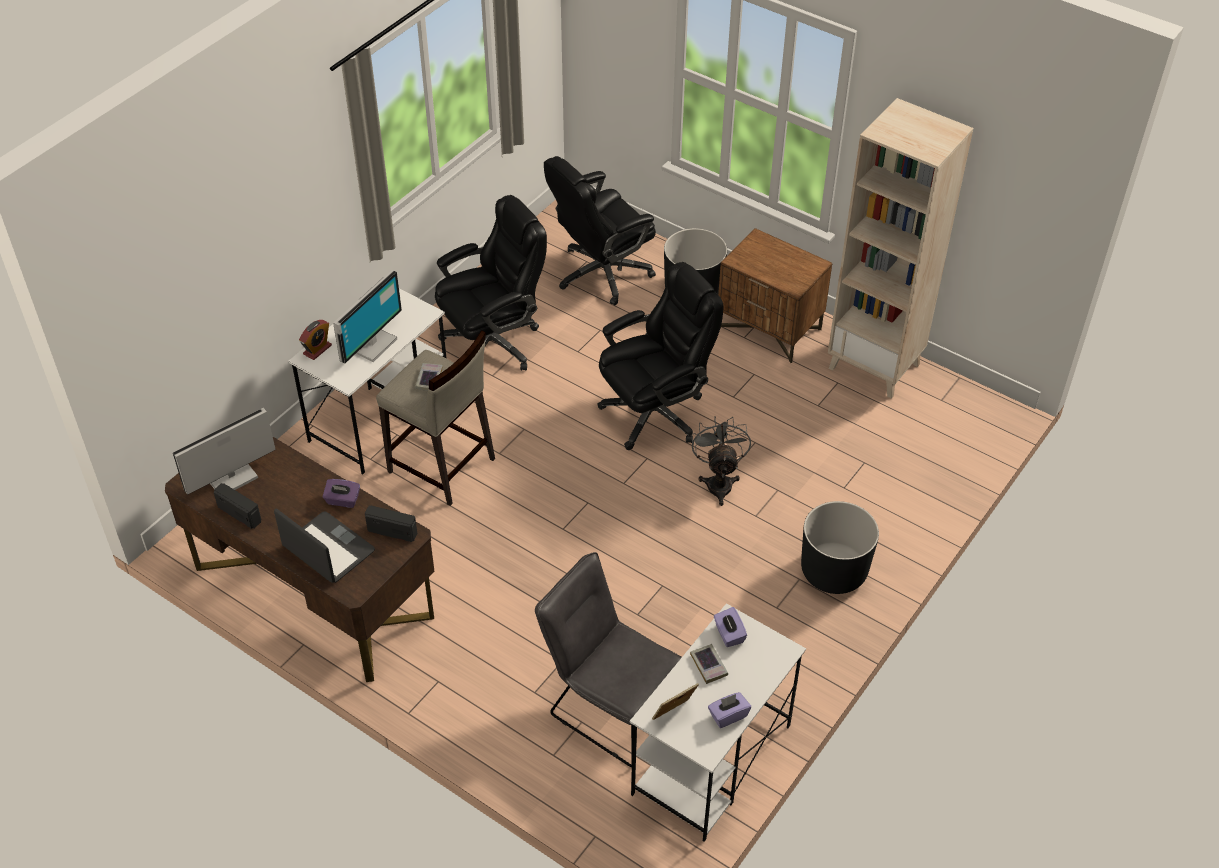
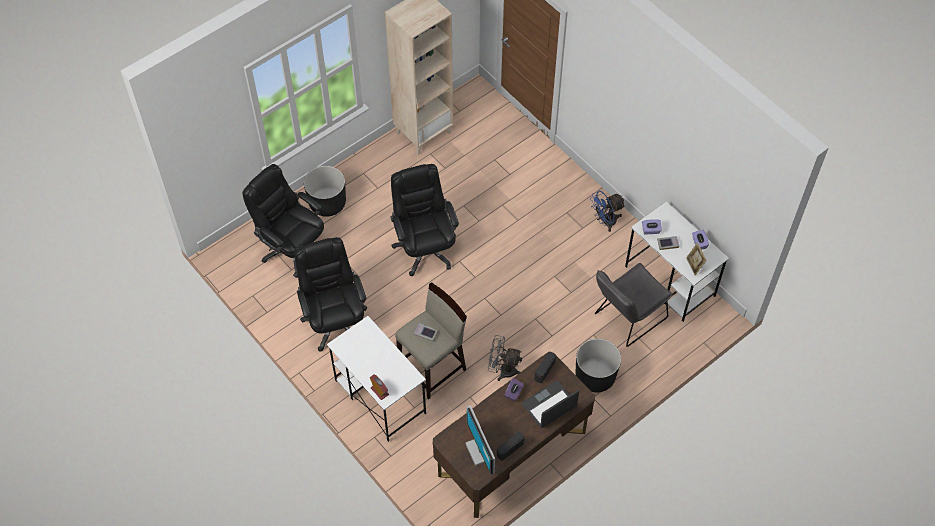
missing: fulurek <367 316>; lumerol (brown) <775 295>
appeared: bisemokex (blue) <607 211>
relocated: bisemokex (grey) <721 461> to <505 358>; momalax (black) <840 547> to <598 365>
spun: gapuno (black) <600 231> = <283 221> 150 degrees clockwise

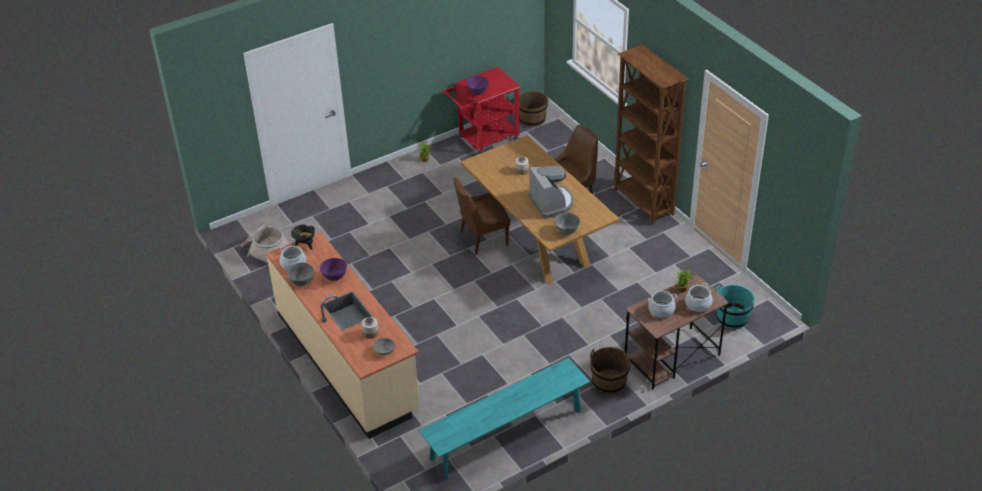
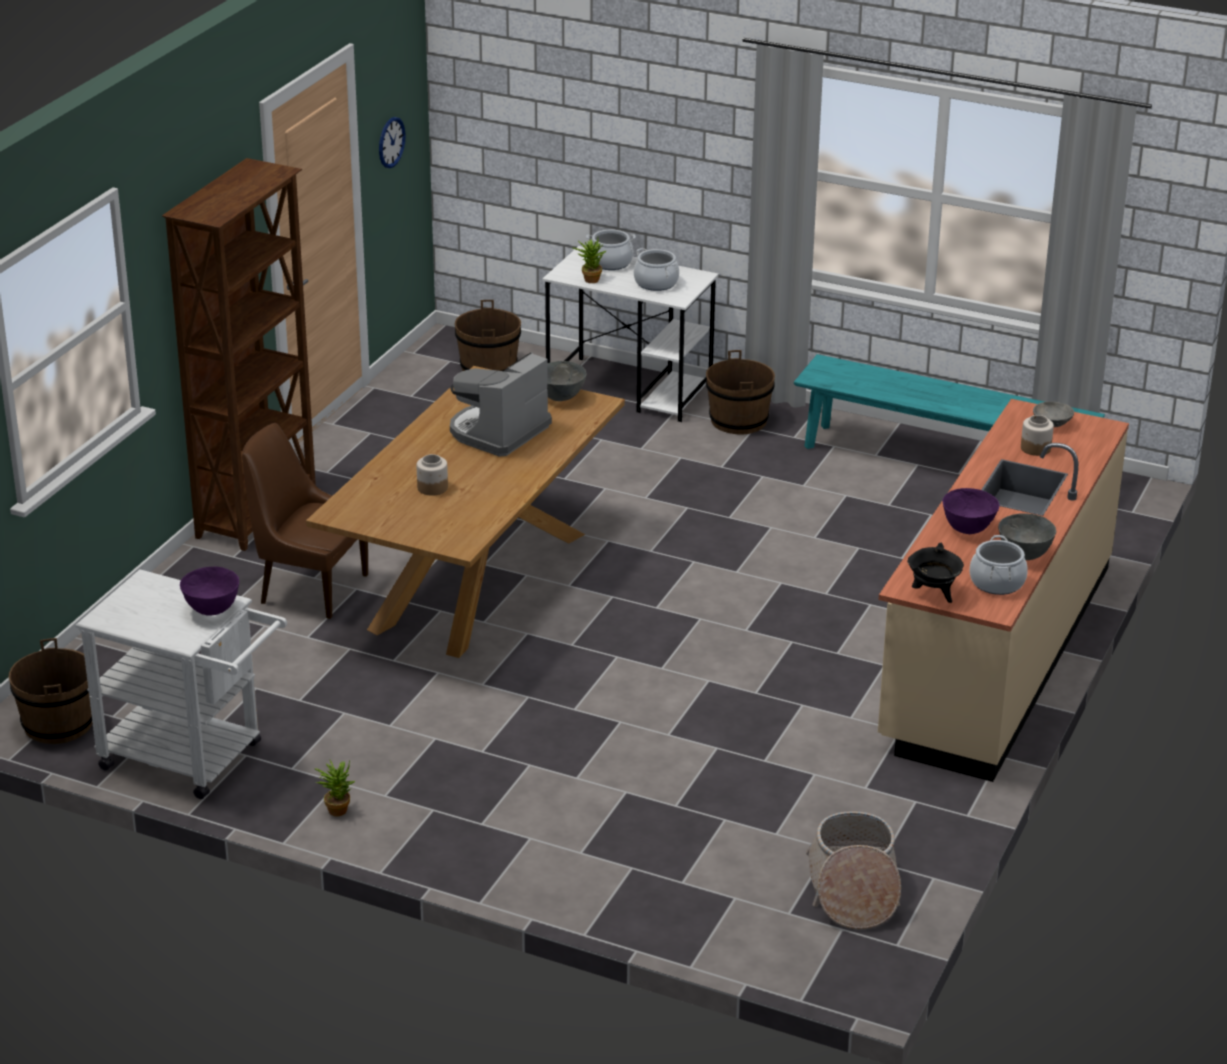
missing: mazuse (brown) <482 216>
appeared: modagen <392 142>
colour: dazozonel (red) <481 110> to dazozonel (white) <181 684>; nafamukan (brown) <677 332> to nafamukan (white) <630 334>; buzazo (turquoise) <735 307> to buzazo (brown) <488 335>

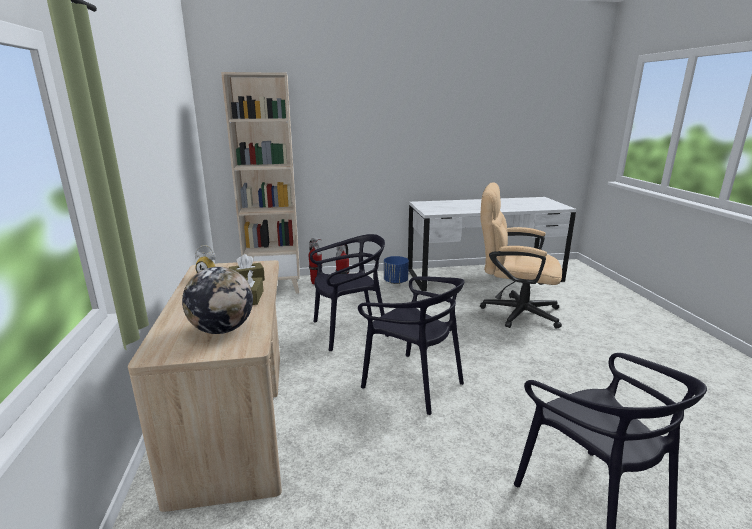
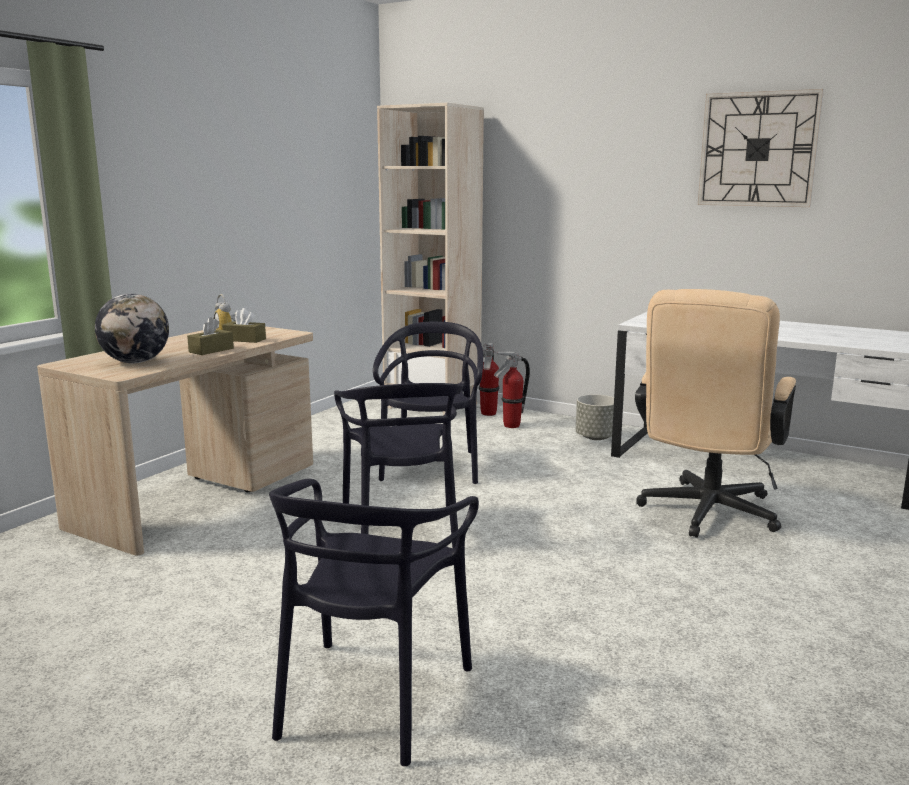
appeared: modagen <761 148>
colour: momalax (blue) <396 270> to momalax (grey) <595 417>
spun: mazuse (black) <349 292> = <428 403> 105 degrees counterclockwise; gapuno (beige) <521 255> = <715 413> 120 degrees counterclockwise

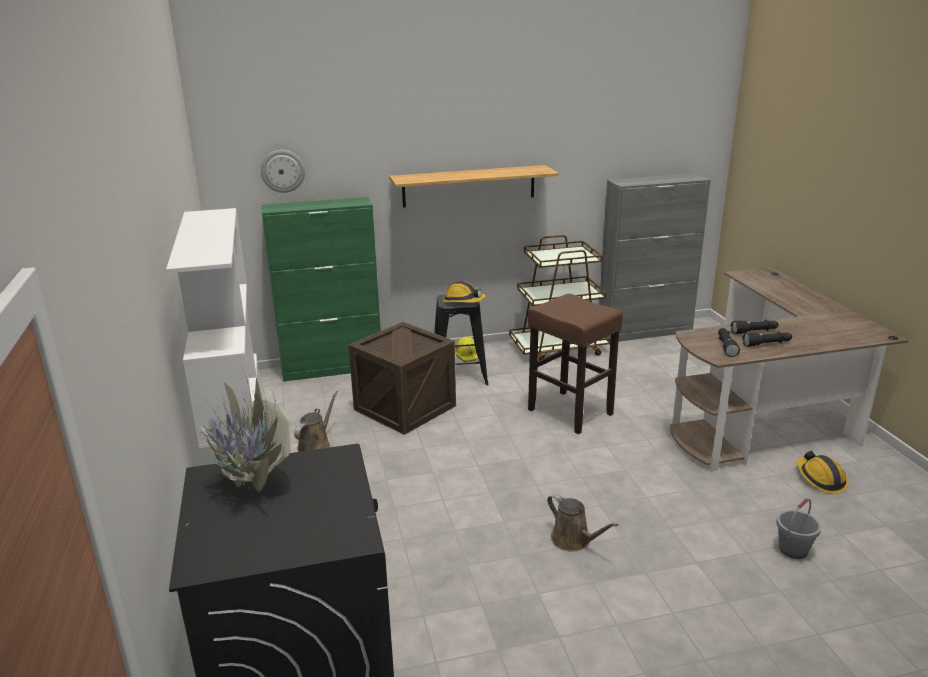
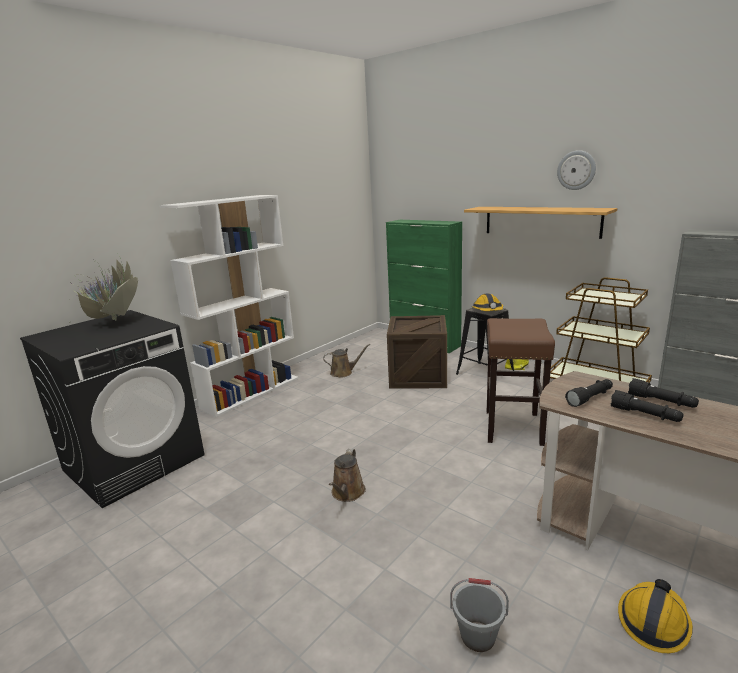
relocated: modagen <283 171> to <576 170>

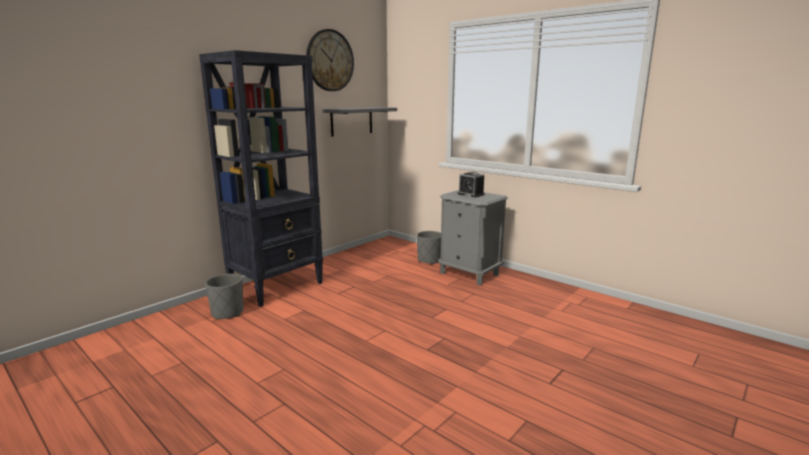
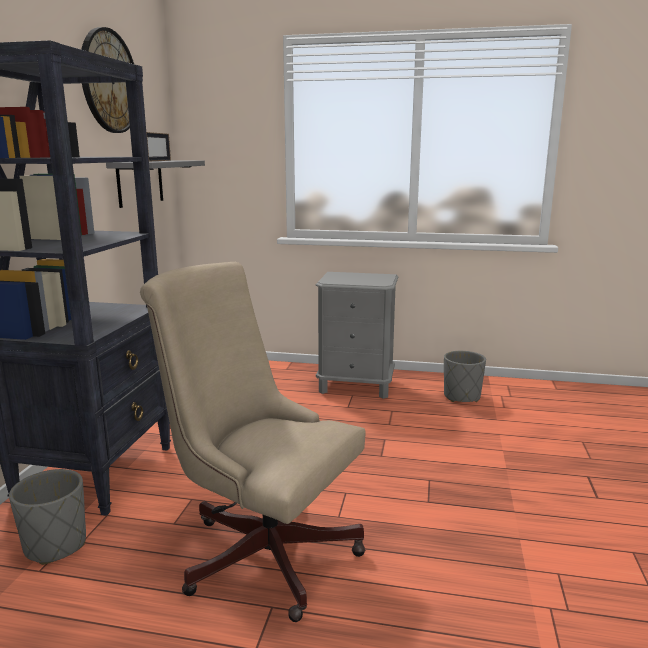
missing: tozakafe <471 185>
appeared: gapuno (beige) <253 442>; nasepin <158 147>
relocated: momalax (grey) <429 248> to <465 376>

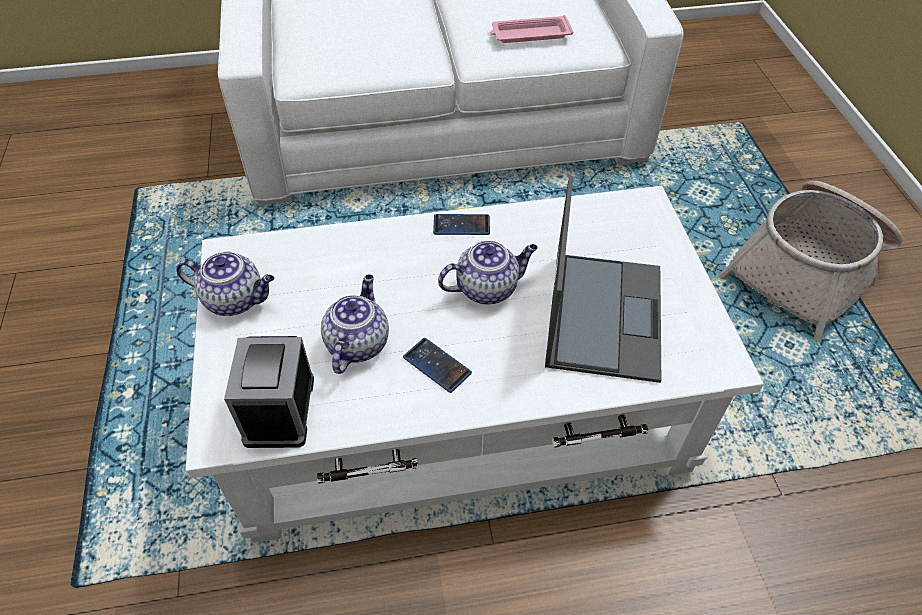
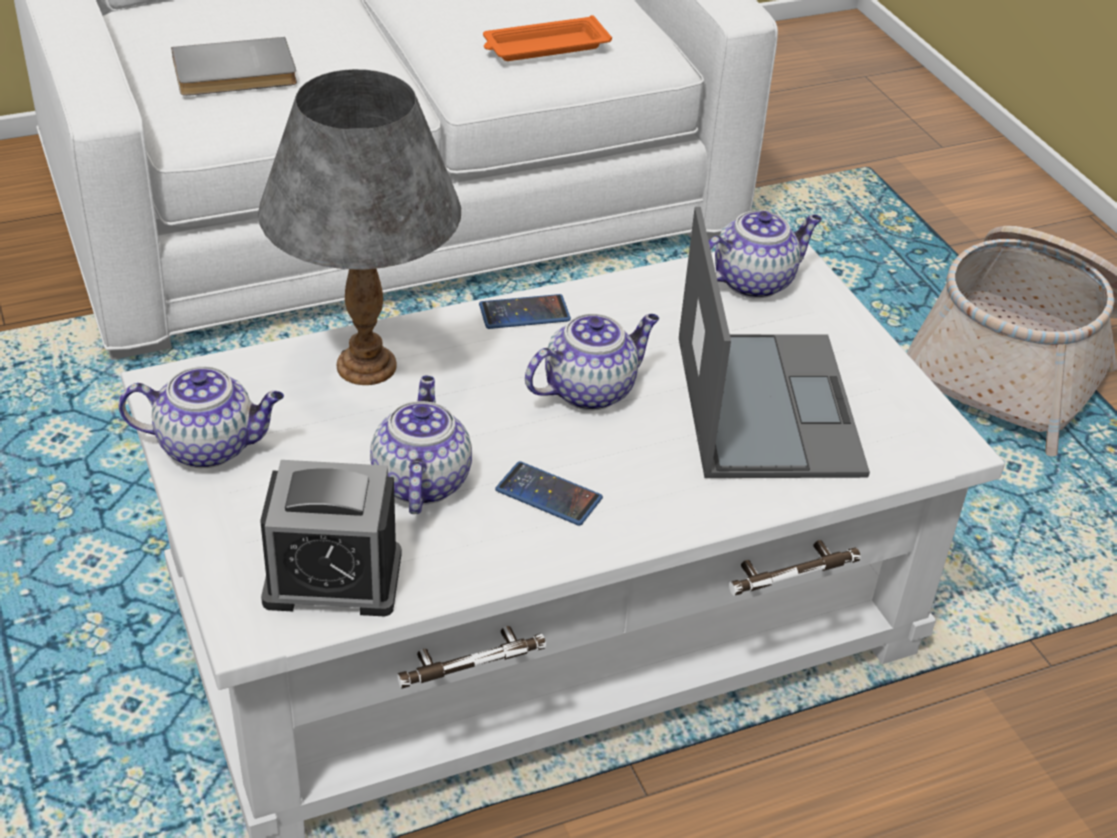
appeared: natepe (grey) <234 66>; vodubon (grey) <359 227>; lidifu <765 254>
colour: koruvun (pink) <531 29> to koruvun (orange) <547 38>
spun: tozakafe <269 392> = <331 538> 75 degrees counterclockwise

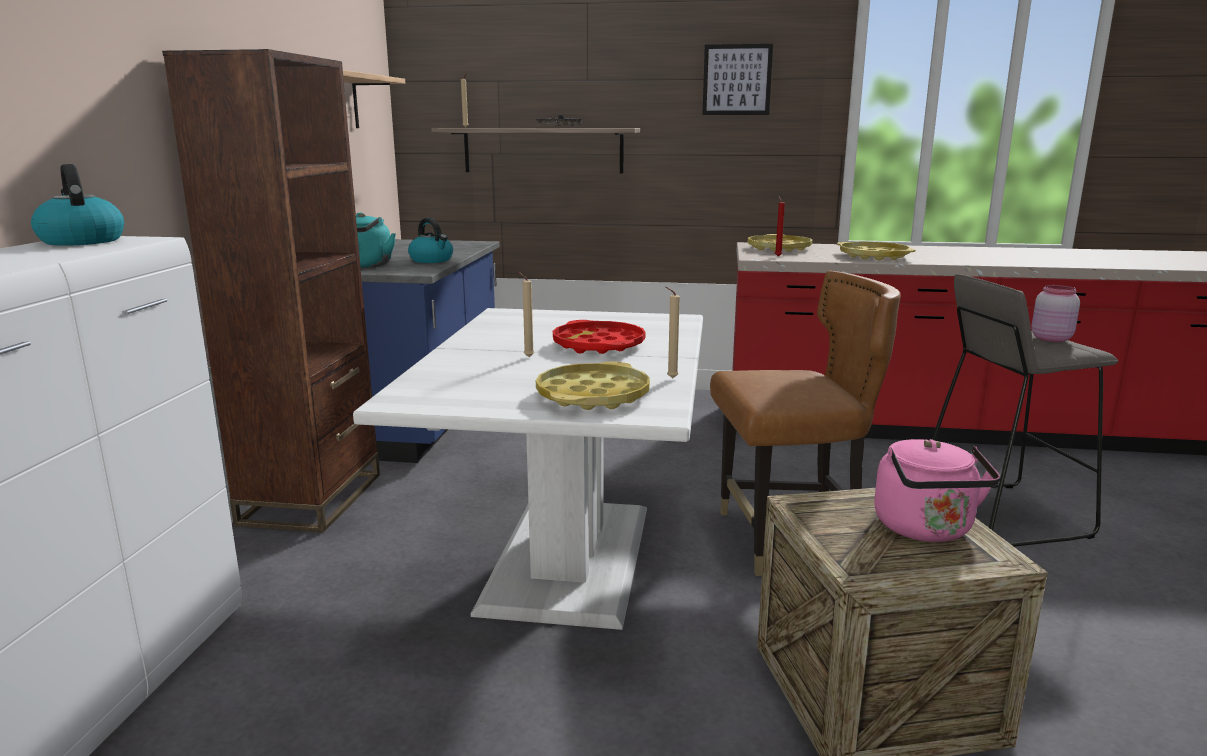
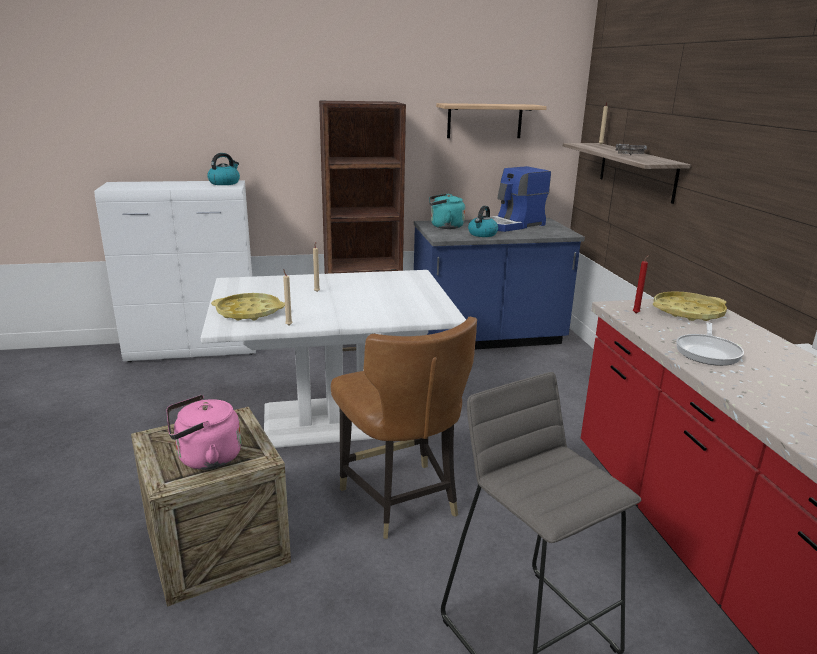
missing: koruvun (red) <599 337>; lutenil <737 79>; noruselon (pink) <1055 313>
appeared: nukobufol <520 199>
exchanged: koruvun (yellow) <876 251> to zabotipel <710 344>

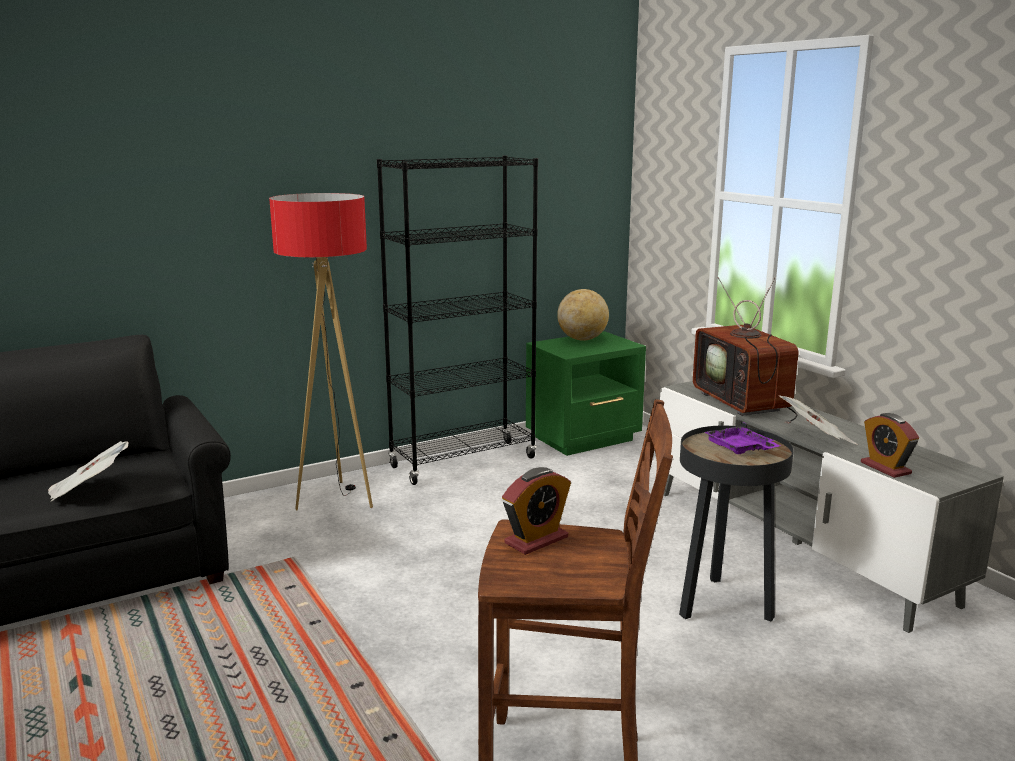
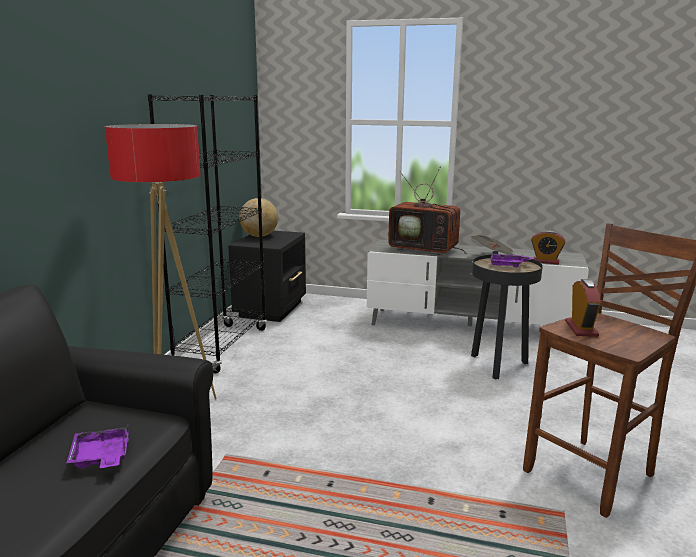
exchanged: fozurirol <88 471> to koruvun (purple) <97 447>
colour: lumerol (green) <586 393> to lumerol (black) <267 276>

